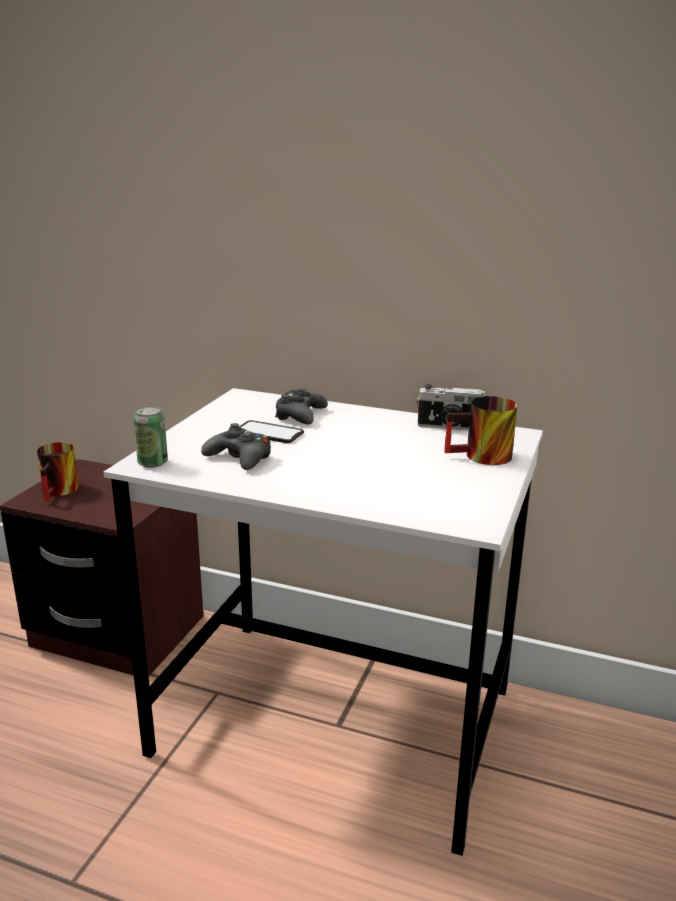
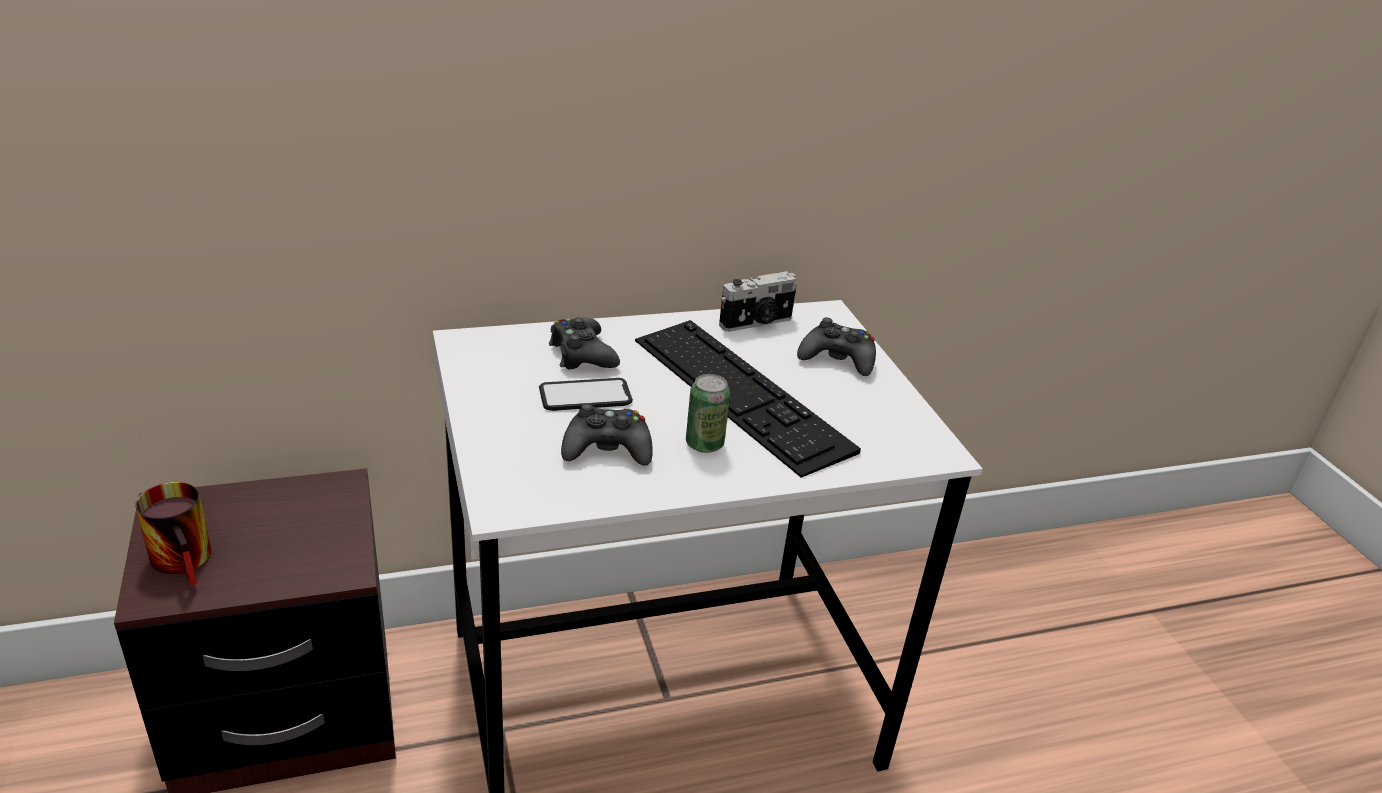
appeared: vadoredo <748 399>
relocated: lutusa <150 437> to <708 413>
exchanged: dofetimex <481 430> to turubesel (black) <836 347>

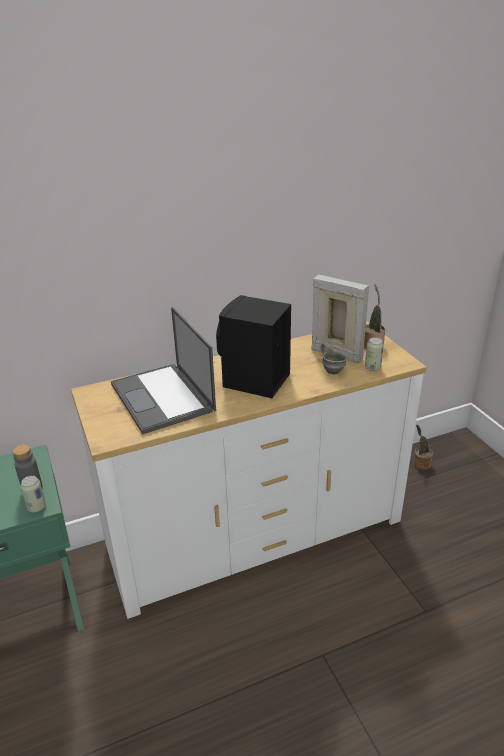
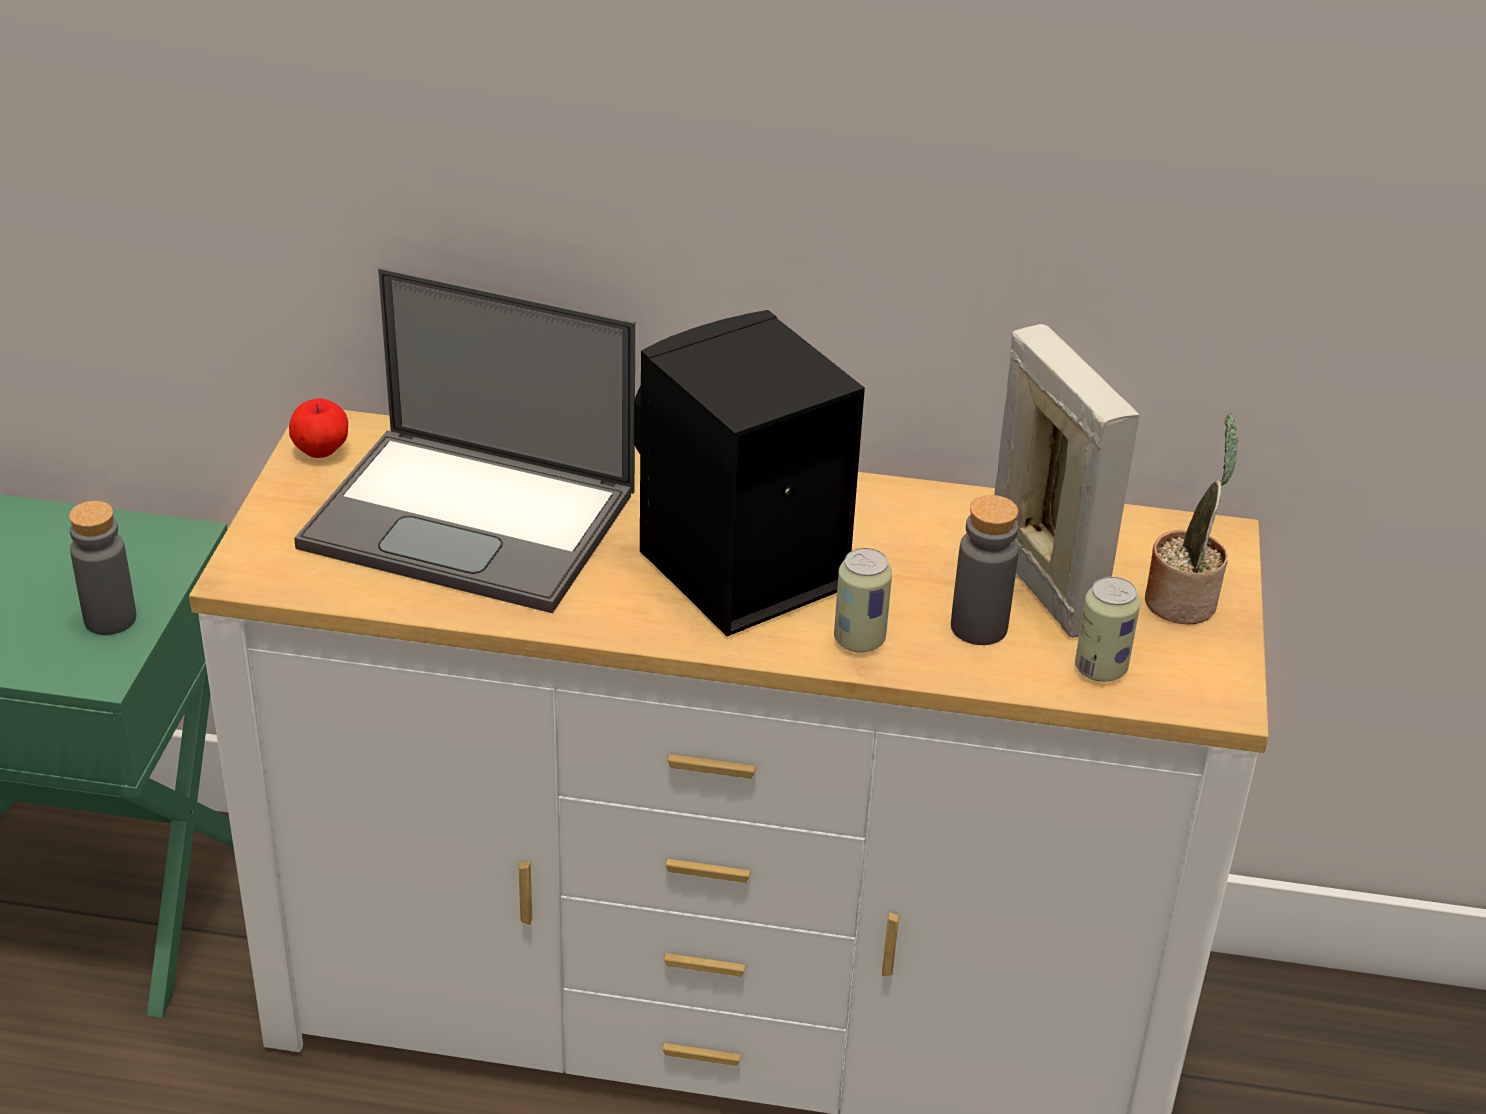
missing: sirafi <423 447>
appeared: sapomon <318 428>
relocated: lutusa <33 494> to <863 600>
exchanged: dofetimex (grey) <333 358> to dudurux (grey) <985 570>
spun: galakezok <163 370> = <464 440> 75 degrees counterclockwise

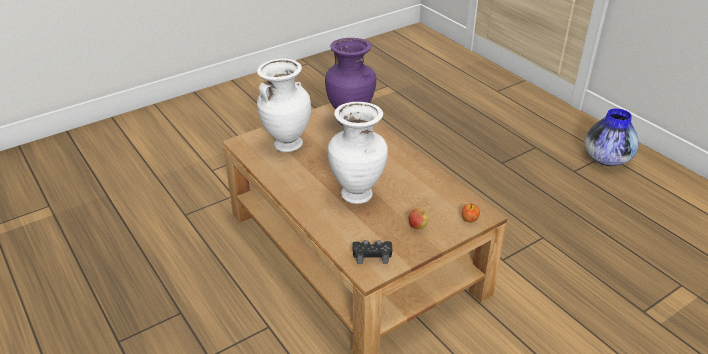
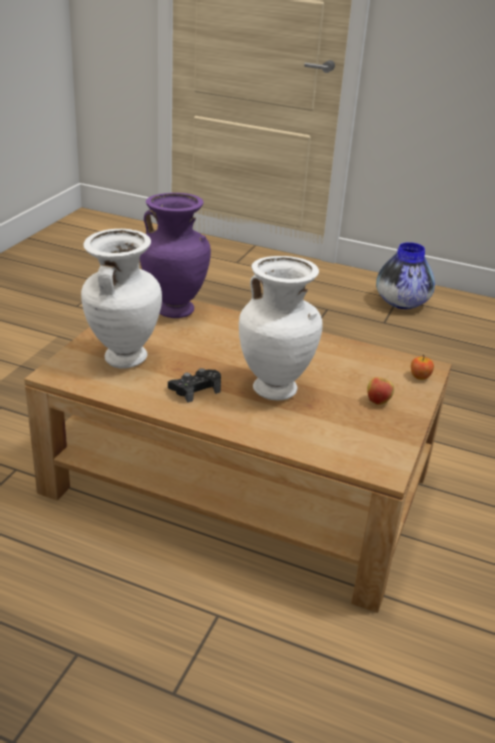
relocated: turubesel (black) <372 252> to <194 385>

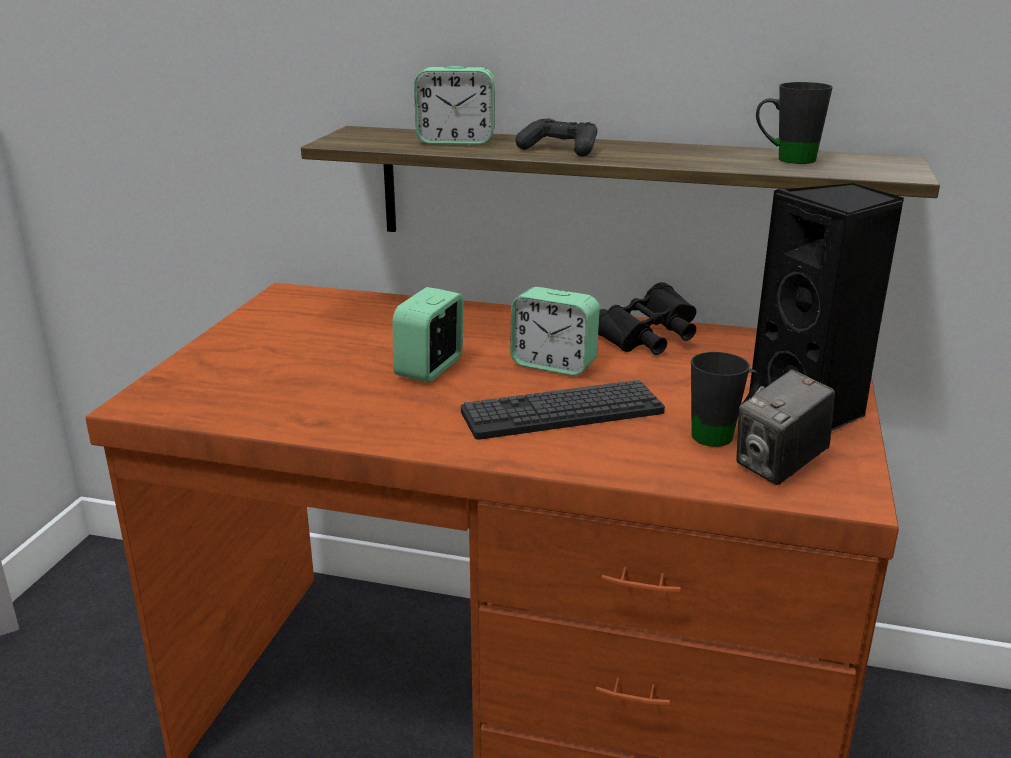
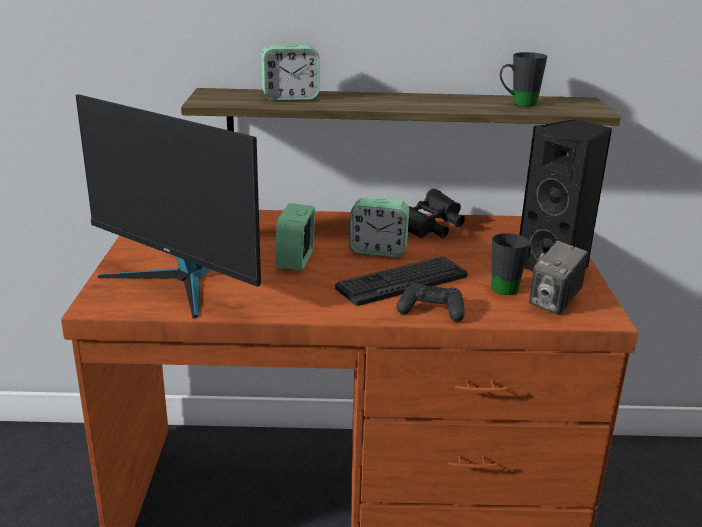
appeared: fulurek <168 206>
relocated: turubesel (black) <557 137> to <431 302>

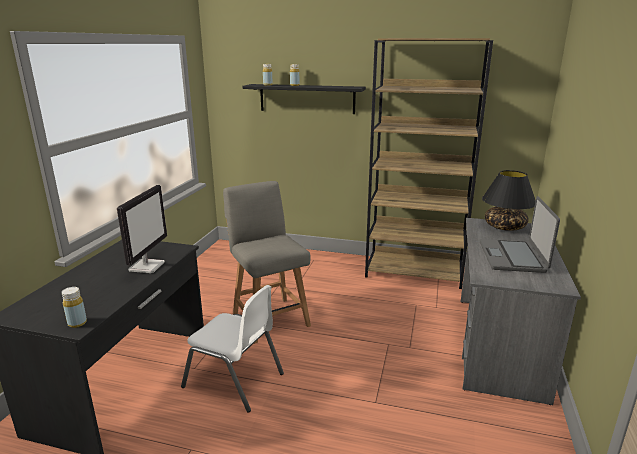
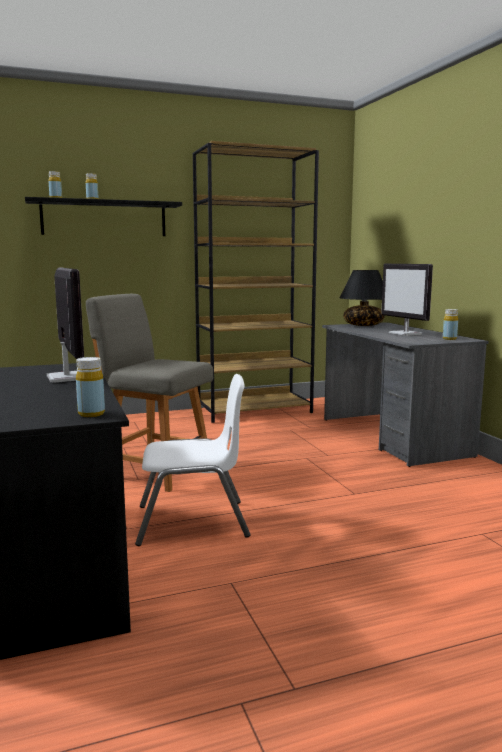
appeared: dudurux (yellow) <450 324>
exchanged: galakezok <520 234> to fulurek <407 300>

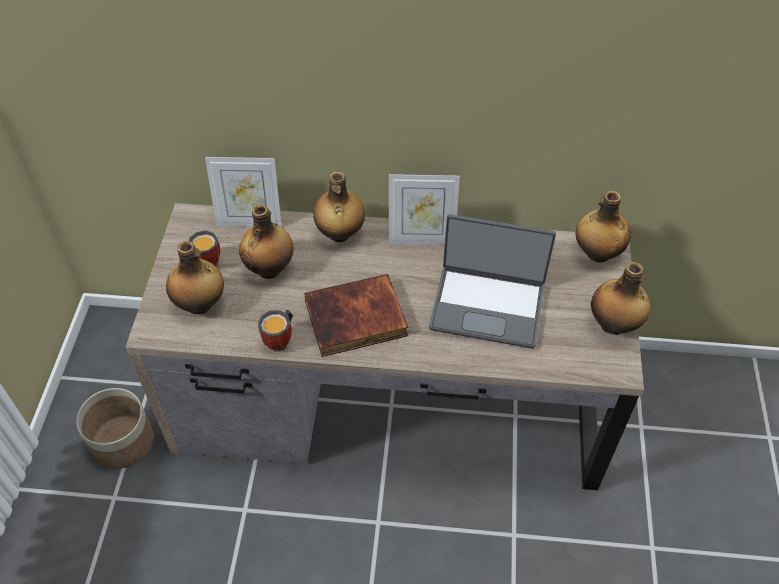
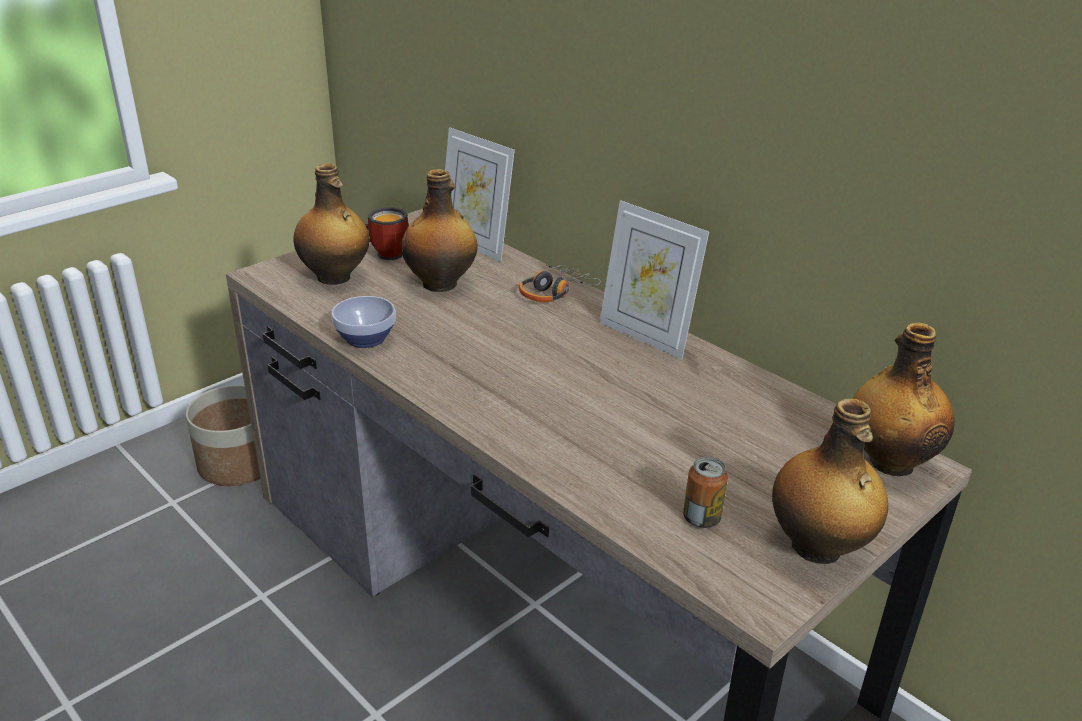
missing: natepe <356 315>; galakezok <492 281>
appeared: lutusa <705 492>
exchanged: dofetimex <275 330> to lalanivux <363 322>; dudurux <339 206> to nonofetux <560 283>

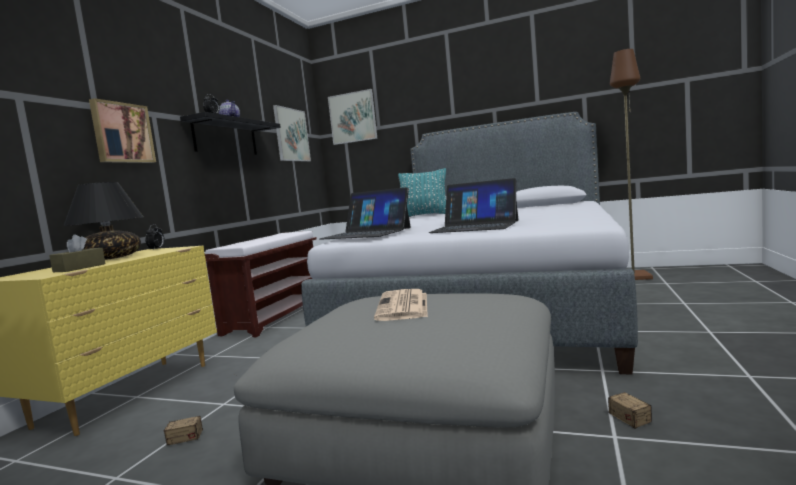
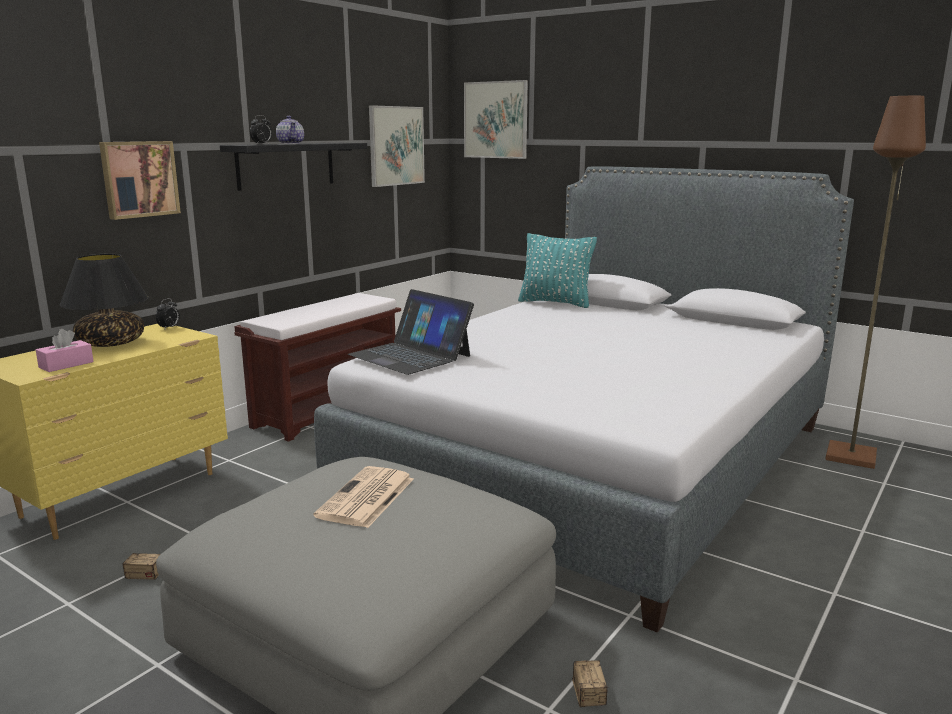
missing: galakezok <473 205>
colour: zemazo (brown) <77 253> to zemazo (pink) <65 350>

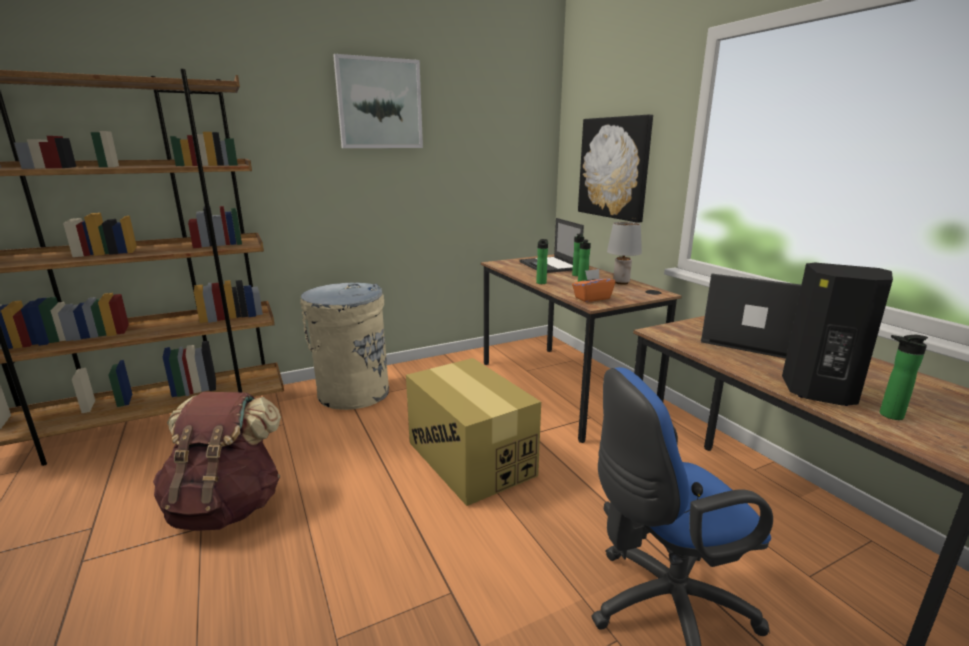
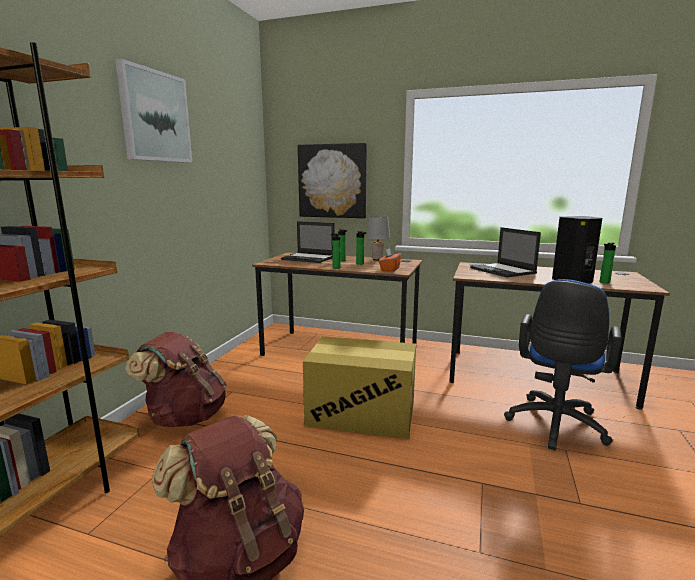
exchanged: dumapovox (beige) <344 346> to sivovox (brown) <176 379>
spun: galakezok <751 316> = <505 252> 105 degrees counterclockwise

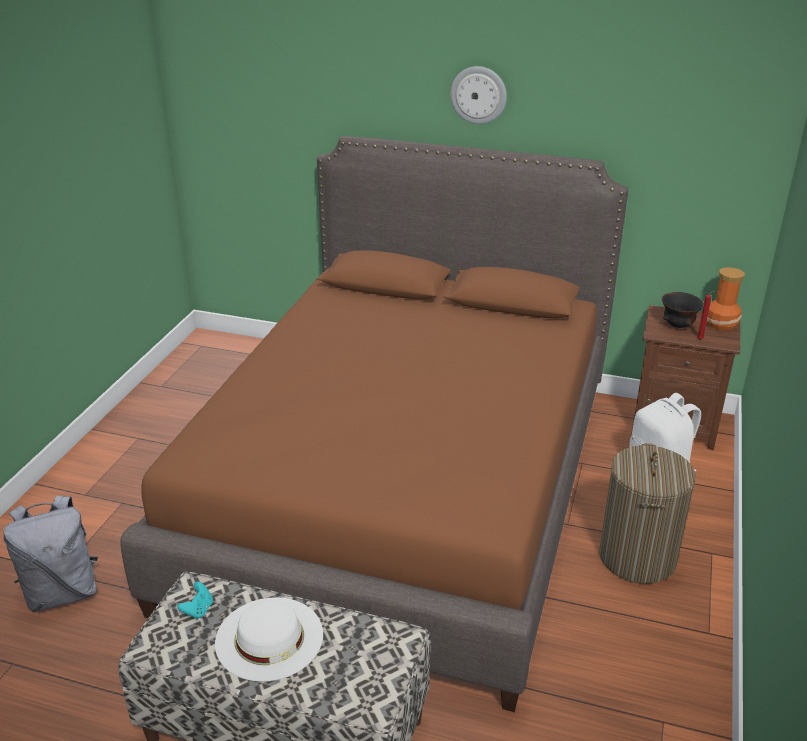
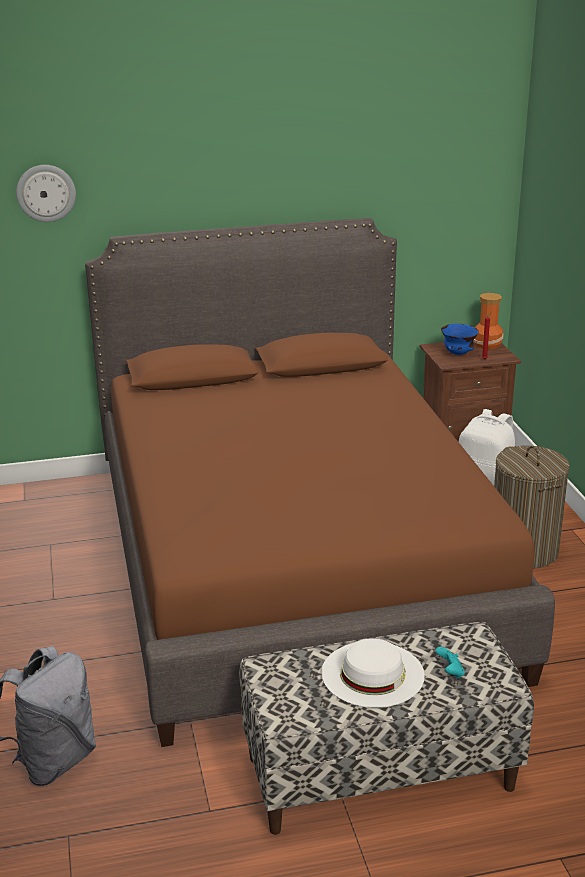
relocated: turubesel (turquoise) <195 601> to <450 663>; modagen <478 95> to <46 193>
colour: lalanivux (black) <683 310> to lalanivux (blue) <460 339>

